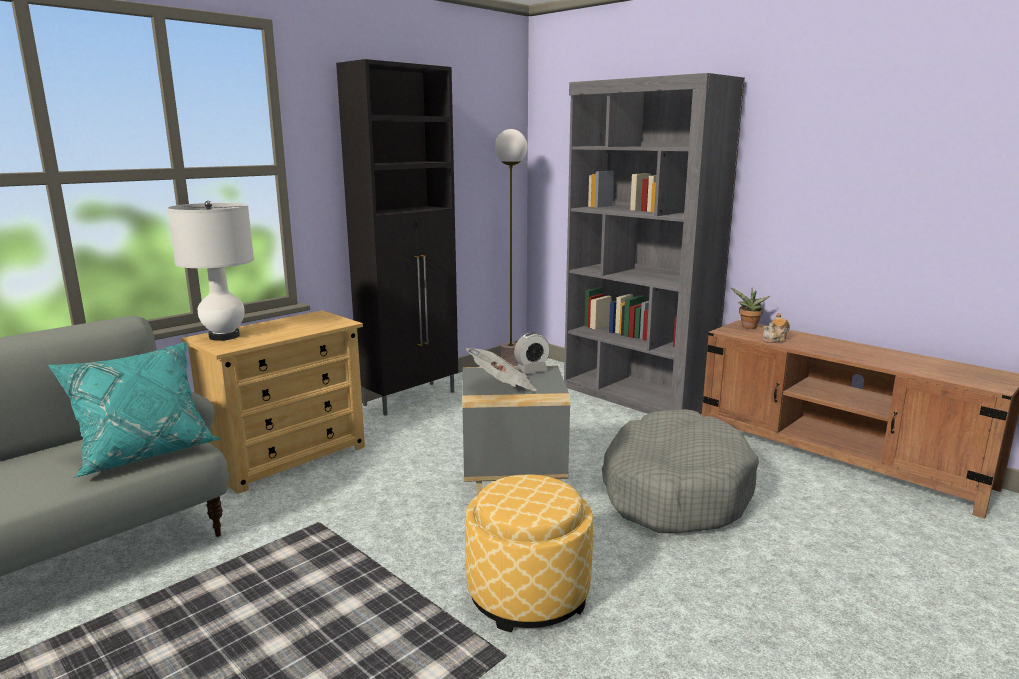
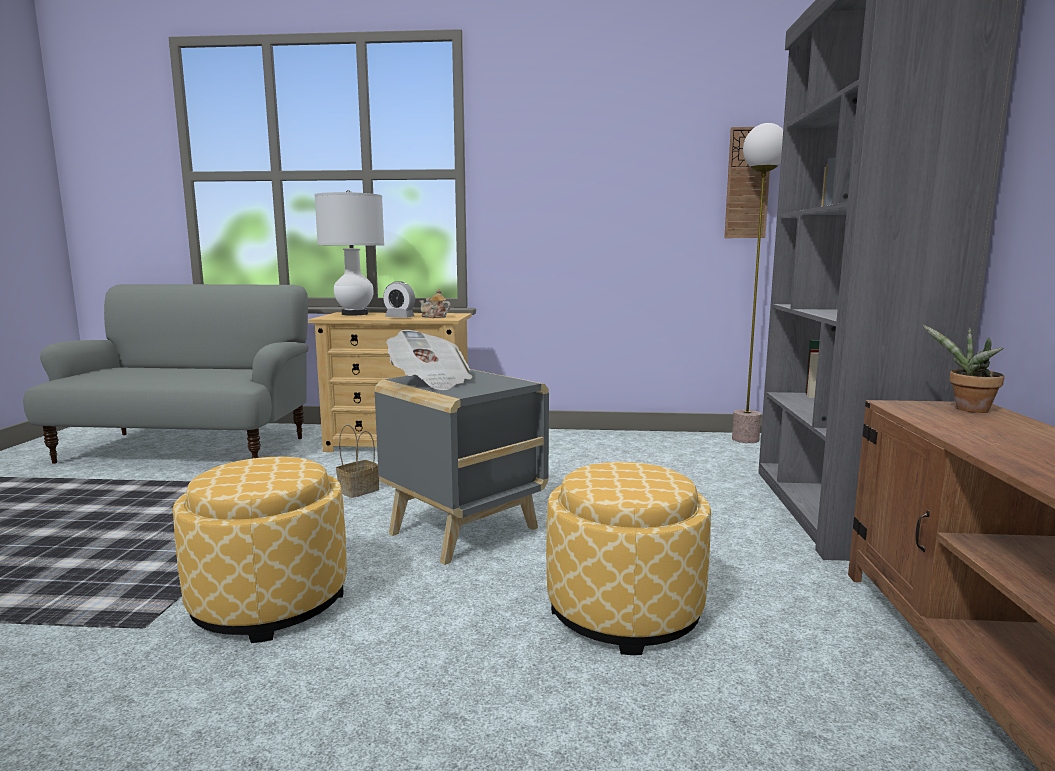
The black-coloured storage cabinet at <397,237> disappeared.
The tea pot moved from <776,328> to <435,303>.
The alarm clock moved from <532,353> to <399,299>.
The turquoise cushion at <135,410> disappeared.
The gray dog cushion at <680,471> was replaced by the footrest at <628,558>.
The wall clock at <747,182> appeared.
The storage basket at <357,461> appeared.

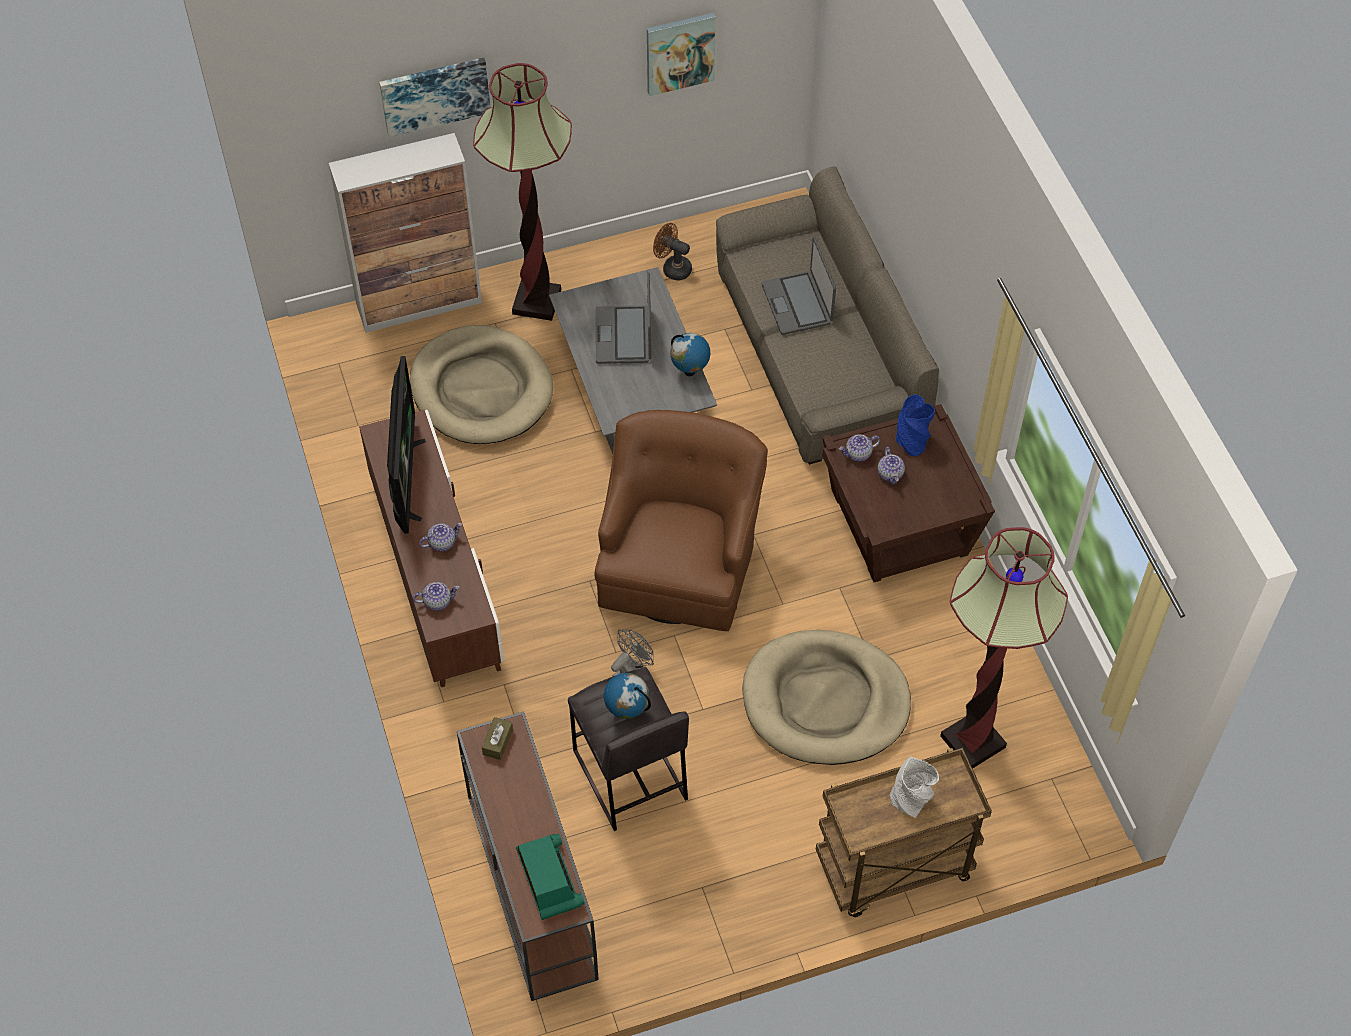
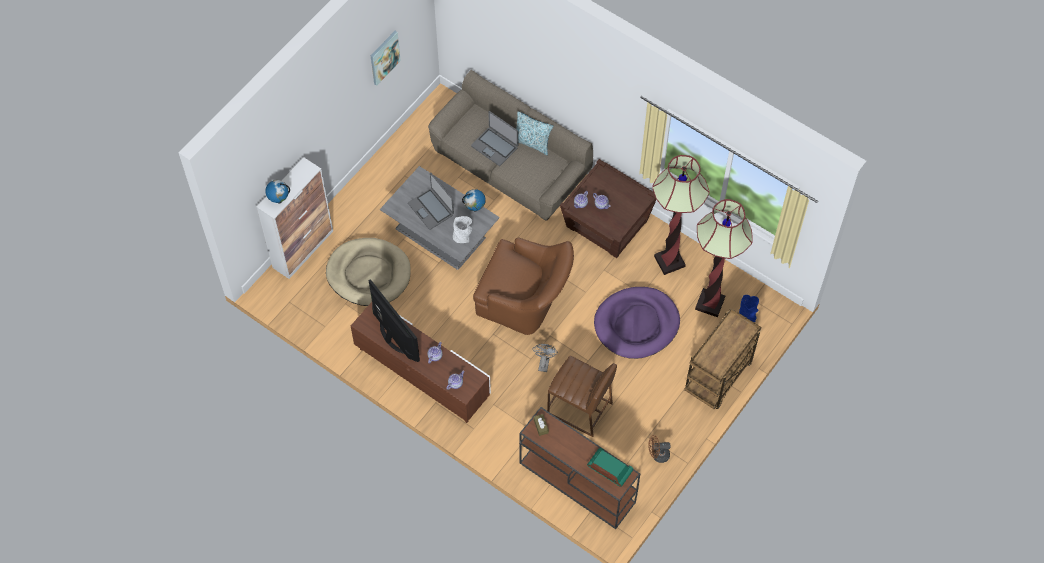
The wall picture at <434,97> disappeared.
The floor lamp moved from <522,192> to <680,215>.
The brown-coloured fan moved from <672,252> to <659,449>.
The bluish flower vase moved from <915,425> to <749,308>.
The brown-coloured lounge chair at <681,520> turned 135 degrees clockwise.
The beige dog cushion at <826,697> became the purple dog cushion at <637,323>.
The gray stool seat at <628,749> became the brown-coloured stool seat at <582,396>.
The world globe moved from <627,696> to <277,191>.
The gray flower vase moved from <914,787> to <462,229>.
The cushion at <534,133> appeared.

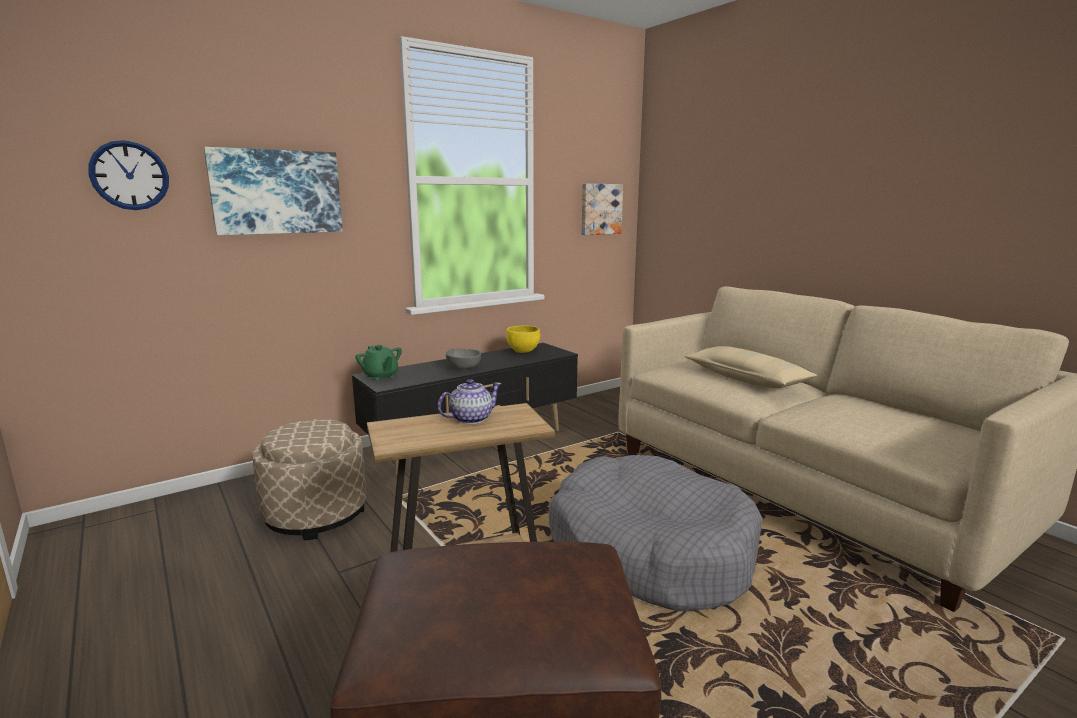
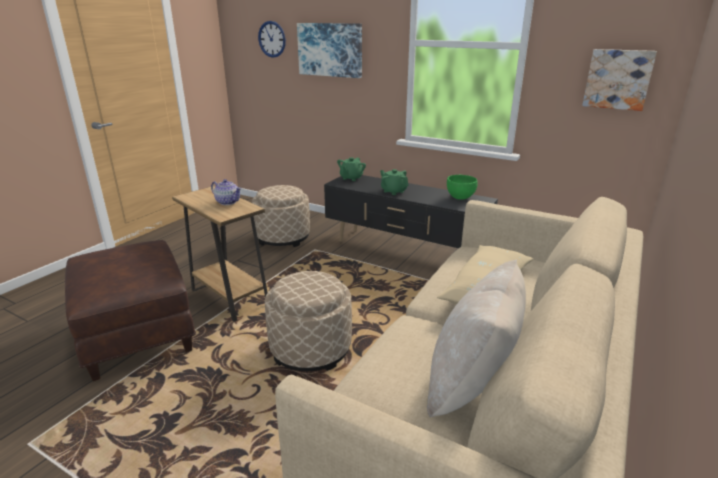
The yellow-coloured bowl at <523,339> became the green bowl at <462,187>.
The gray bowl at <463,358> was replaced by the green tea pot at <394,182>.
The gray dog cushion at <656,533> was replaced by the beige footrest at <308,321>.
The beige cushion at <476,338> appeared.

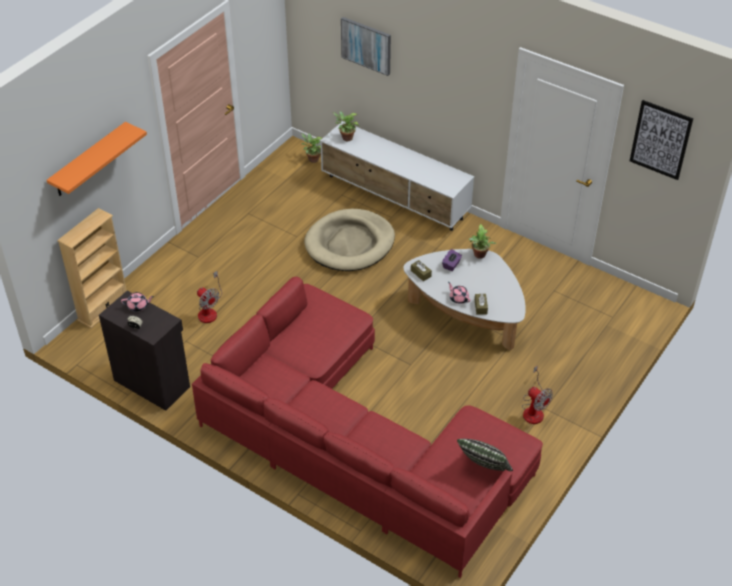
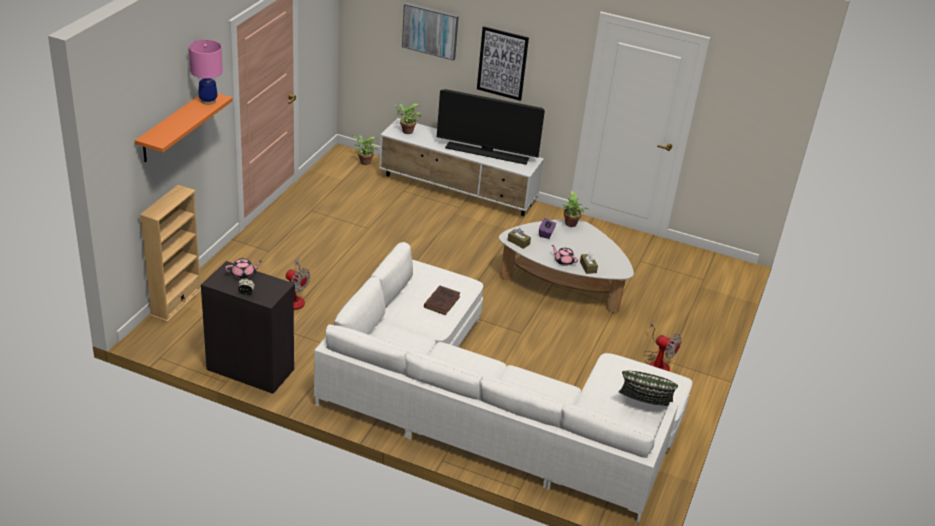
The wall picture moved from <661,140> to <503,63>.
The beige dog cushion at <349,240> disappeared.
The red settee at <367,427> became the white settee at <503,382>.
The pink-coloured table lamp at <206,72> appeared.
The TV set at <491,127> appeared.
The brown-coloured book at <442,300> appeared.

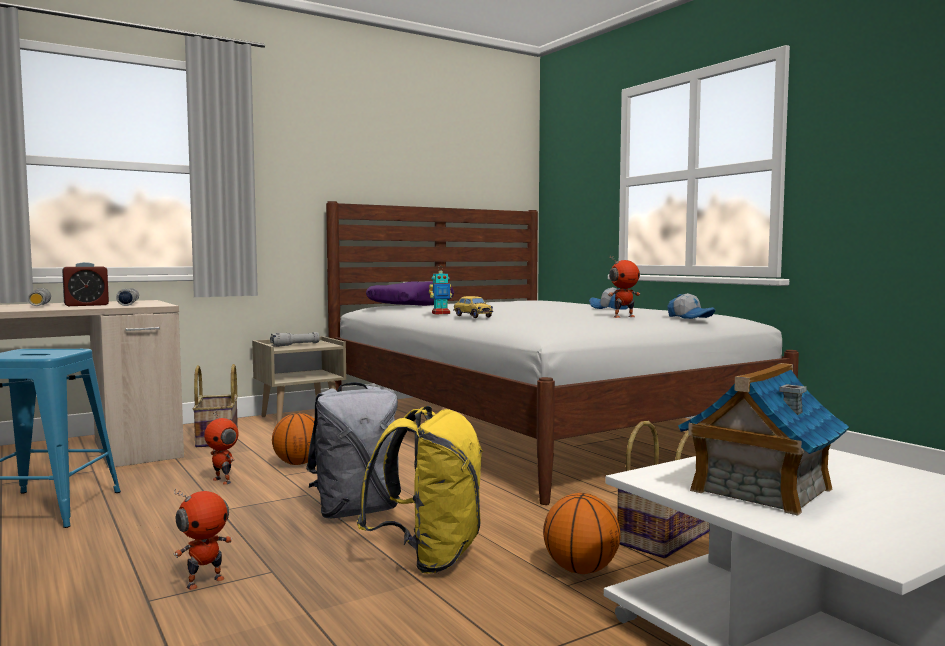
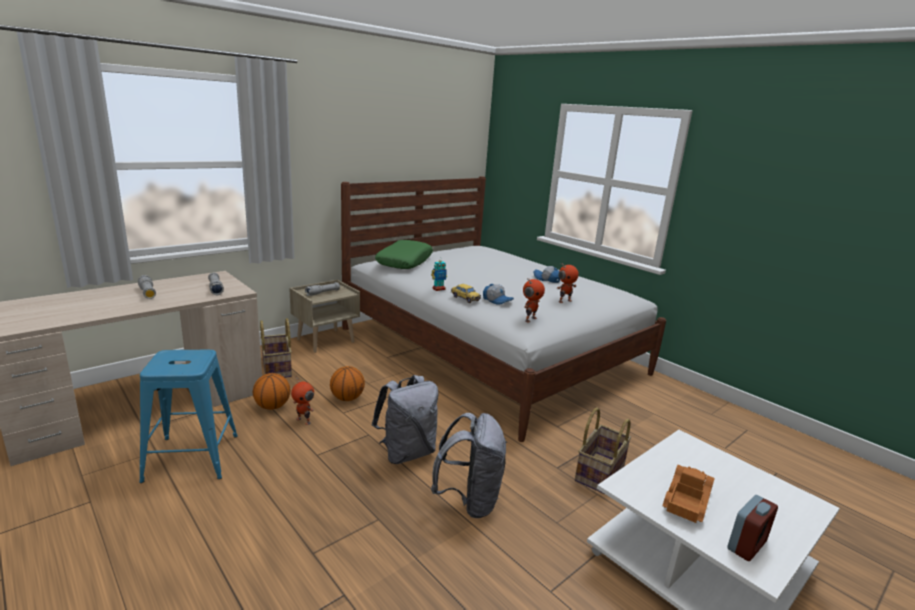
The alarm clock moved from <85,284> to <752,528>.
The purple cushion at <410,293> became the green cushion at <404,254>.
The cap moved from <691,306> to <498,294>.
The toy house at <763,439> was replaced by the toy lorry at <688,494>.
The yellow-coloured rucksack at <420,490> became the gray rucksack at <469,465>.
The robot figure moved from <203,539> to <534,300>.
The basketball moved from <581,533> to <271,391>.

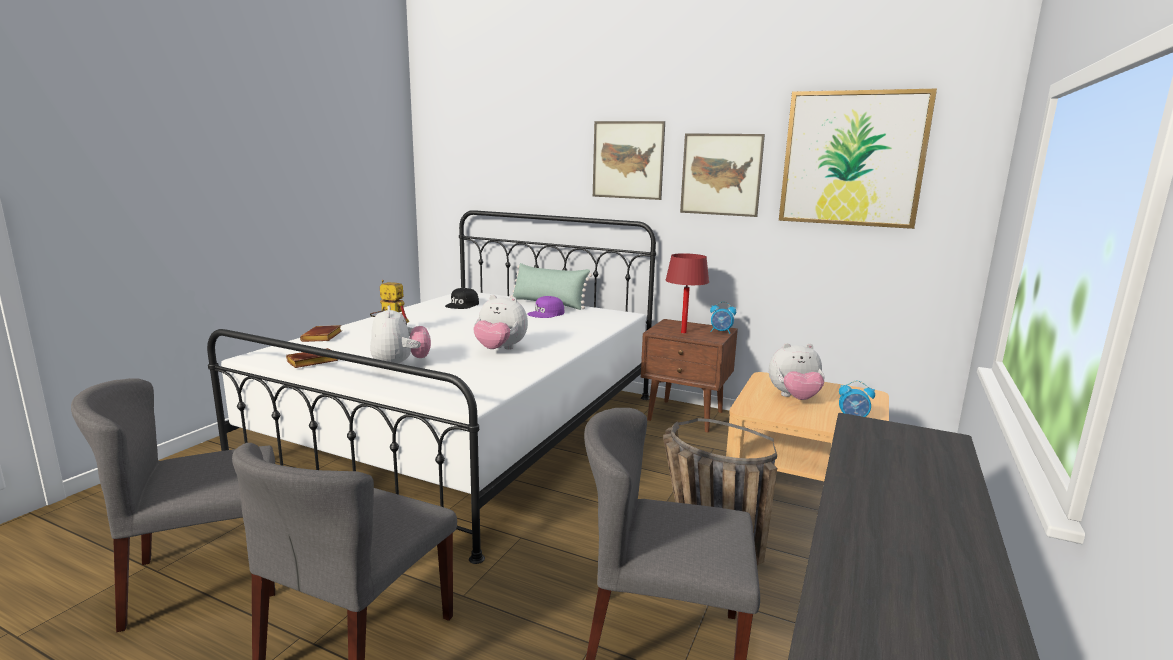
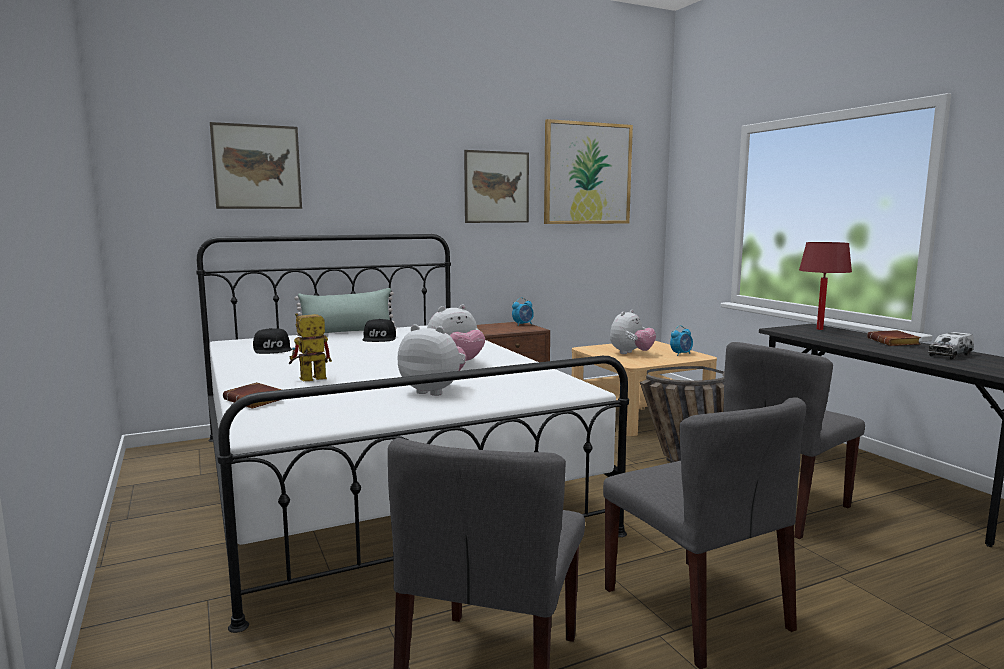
The wall picture moved from <629,160> to <256,165>.
The red table lamp moved from <687,293> to <825,286>.
The purple cap at <546,307> became the black-coloured cap at <379,330>.
The brown-coloured book moved from <312,358> to <894,338>.
The toy lorry at <951,346> appeared.

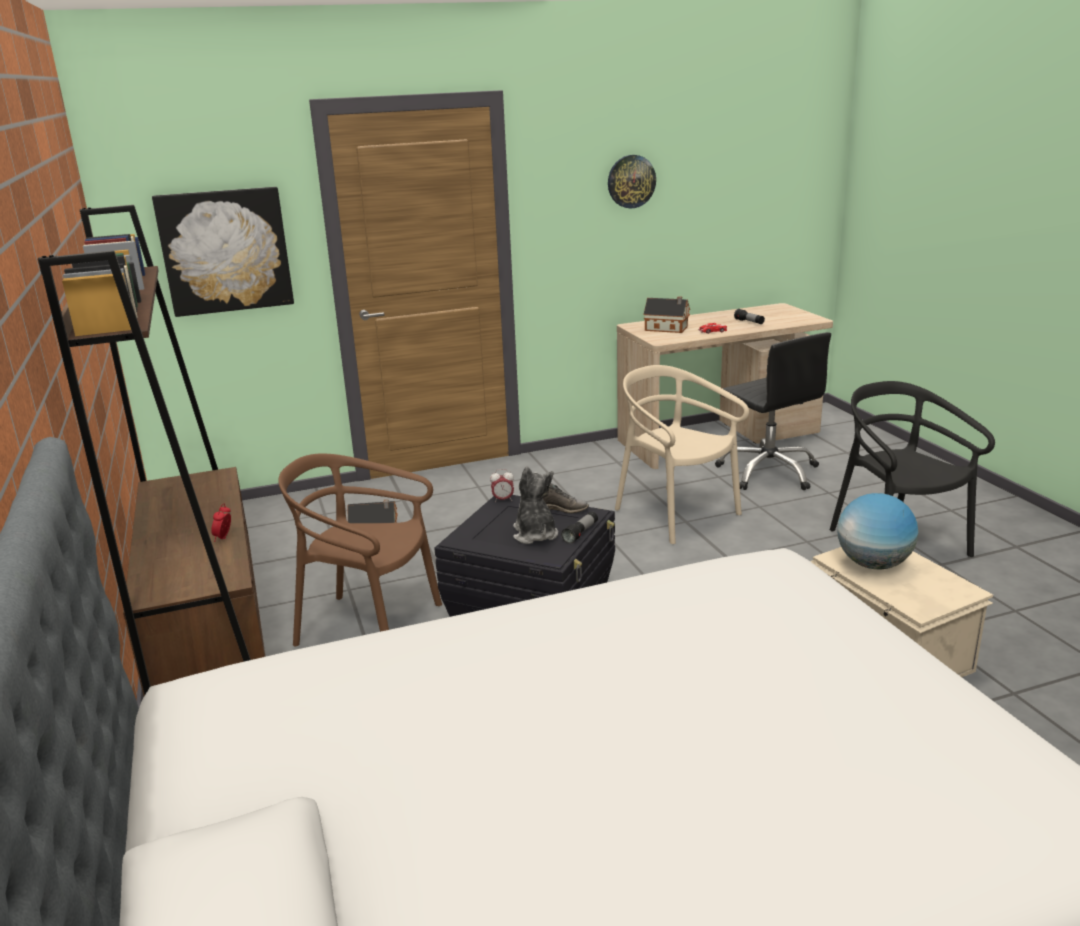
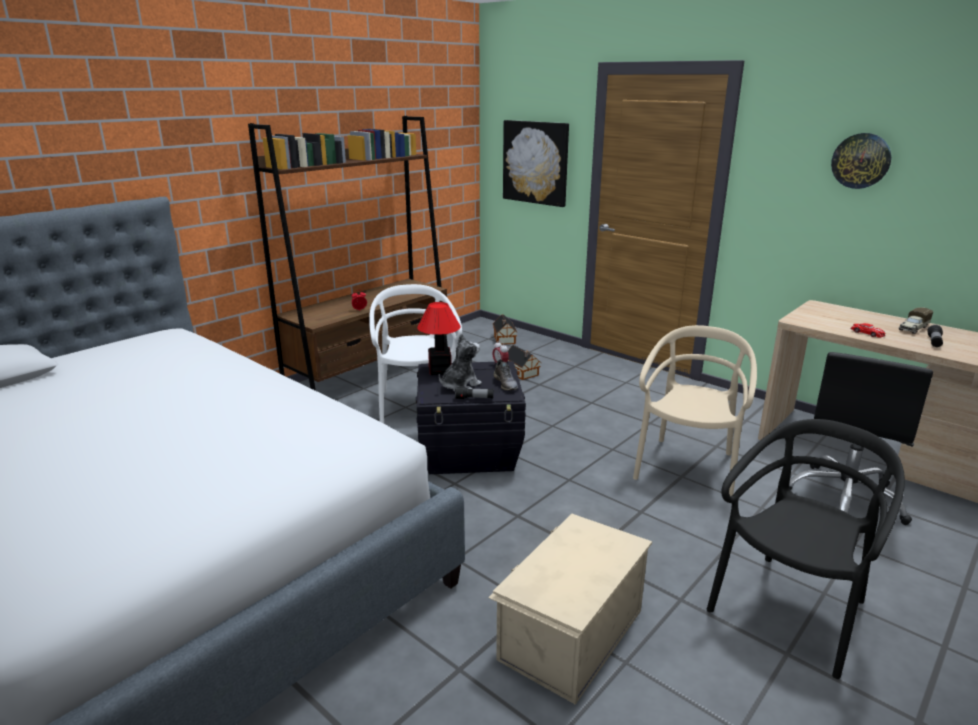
The toy house moved from <666,314> to <505,329>.
The brown-coloured upright chair at <360,549> became the white upright chair at <415,353>.
The world globe at <877,531> disappeared.
The table lamp at <439,338> appeared.
The toy lorry at <916,320> appeared.

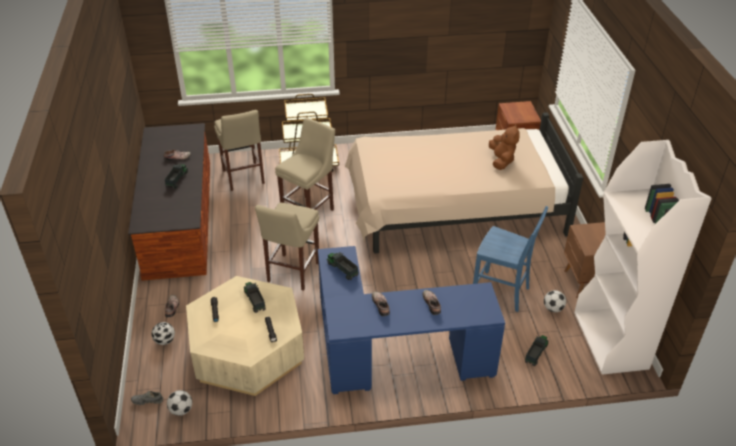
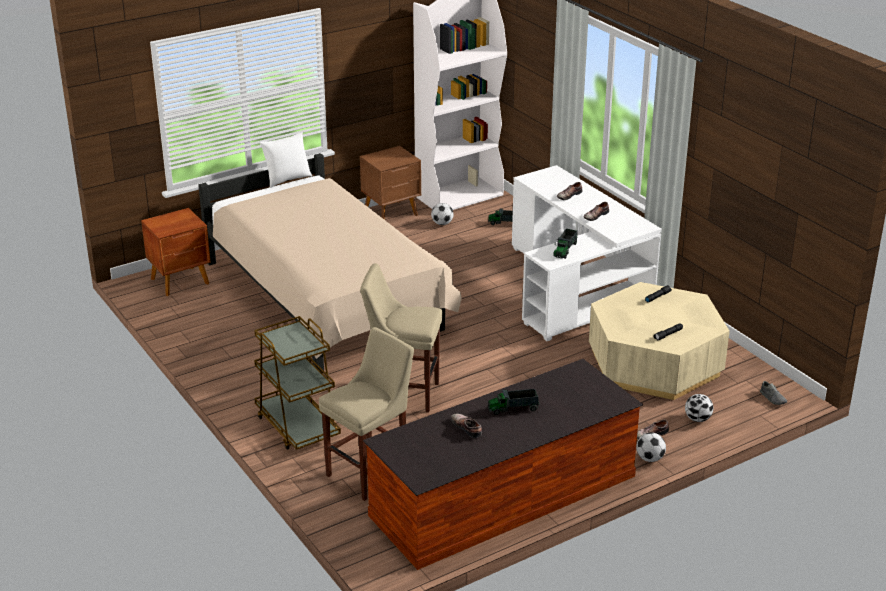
The brown-coloured soft toy at <504,147> disappeared.
The beige stool seat at <287,246> disappeared.
The bluish upright chair at <510,259> disappeared.
The bluish desk table at <411,320> became the white desk table at <587,253>.
The toy lorry at <255,297> disappeared.
The ball for football moved from <179,403> to <651,447>.
The white cushion at <285,160> appeared.

